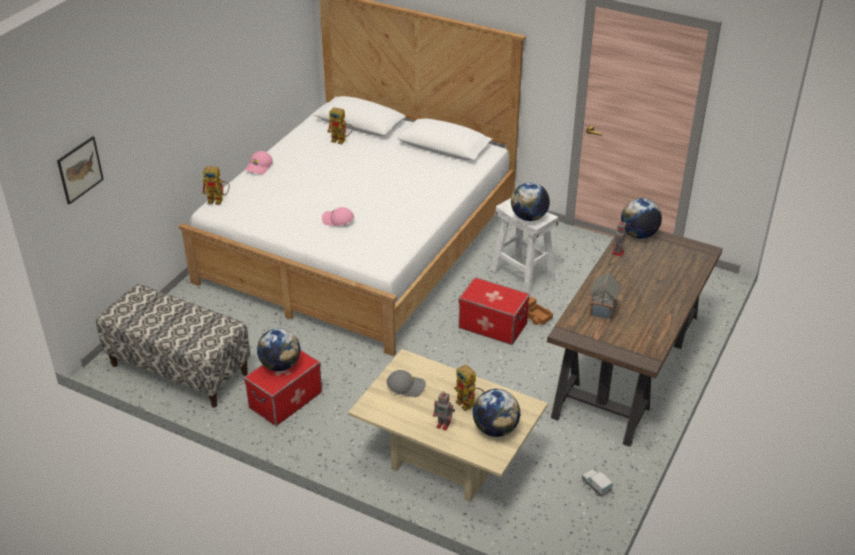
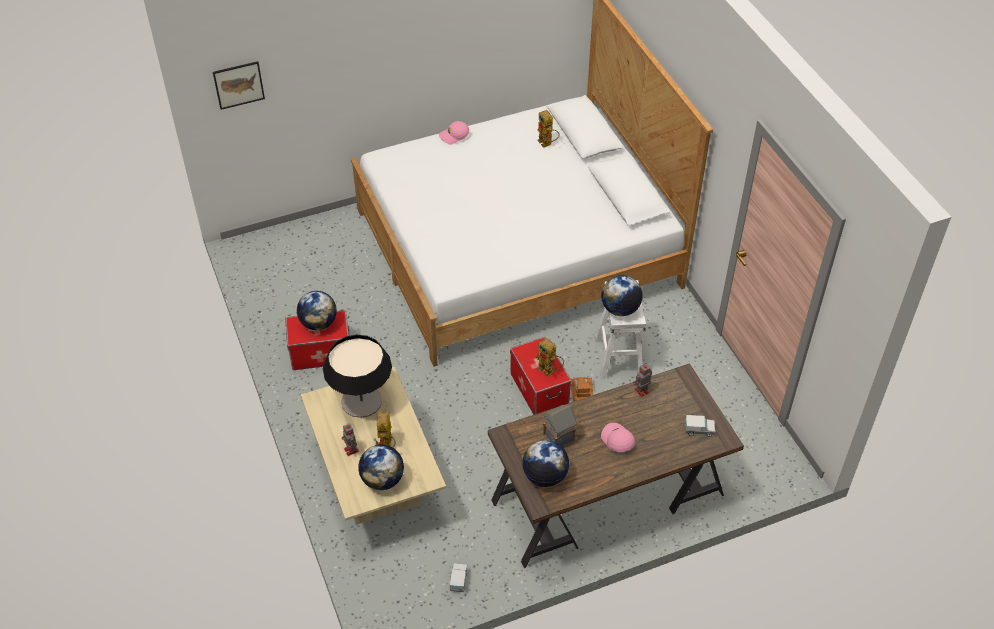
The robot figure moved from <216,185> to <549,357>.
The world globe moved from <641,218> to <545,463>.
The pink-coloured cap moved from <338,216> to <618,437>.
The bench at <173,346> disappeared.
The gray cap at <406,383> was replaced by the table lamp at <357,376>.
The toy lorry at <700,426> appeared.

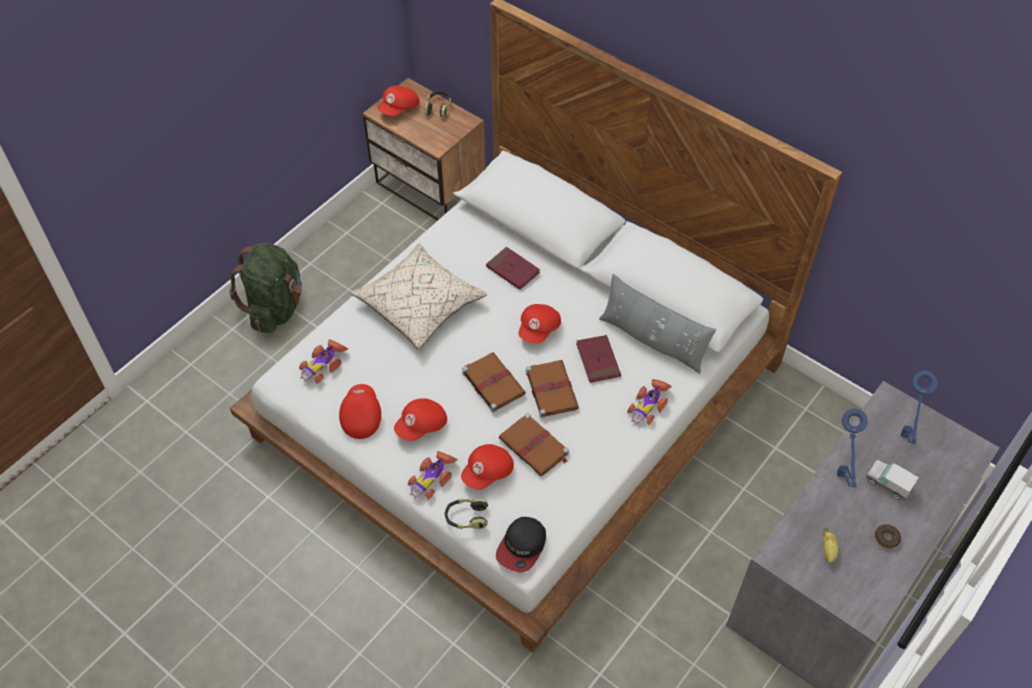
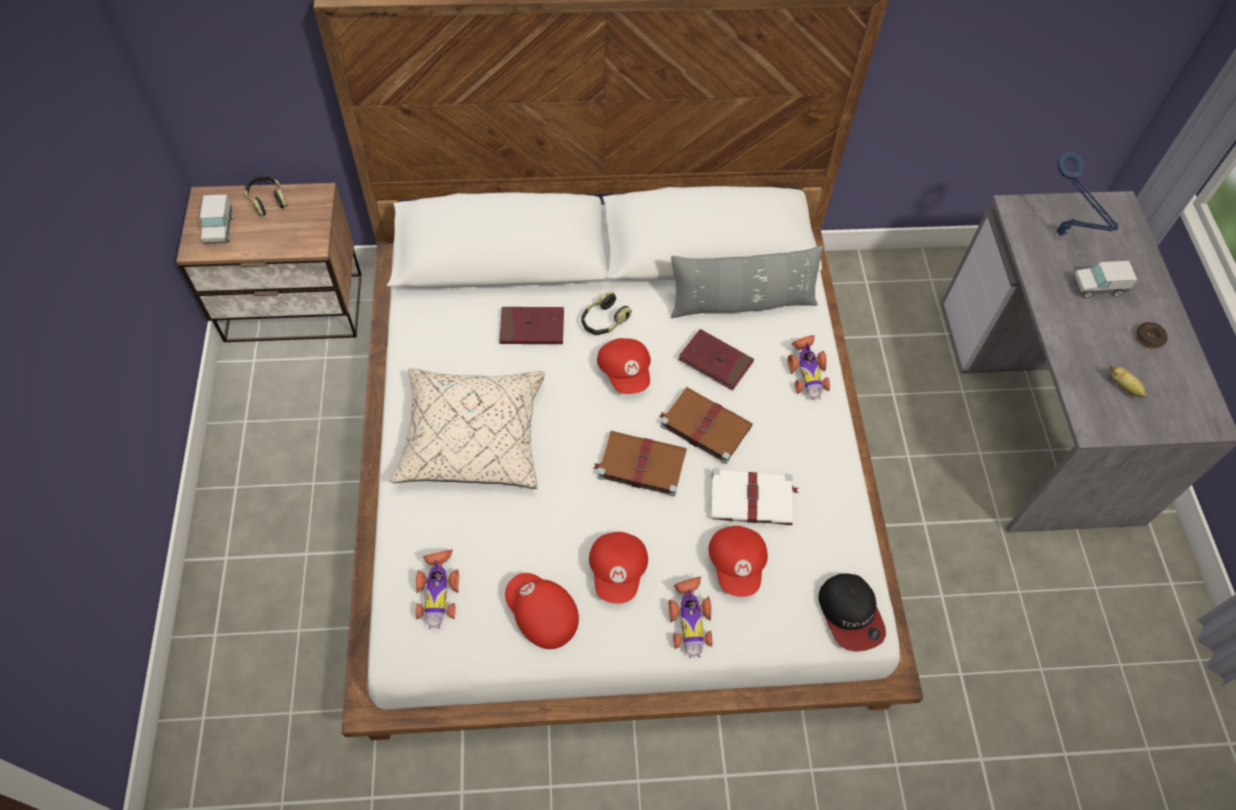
The red cap at <399,101> was replaced by the toy lorry at <216,219>.
The green rucksack at <265,288> disappeared.
The bluish table lamp at <852,448> disappeared.
The brown-coloured book at <534,444> became the white book at <754,496>.
The headset moved from <466,514> to <606,313>.

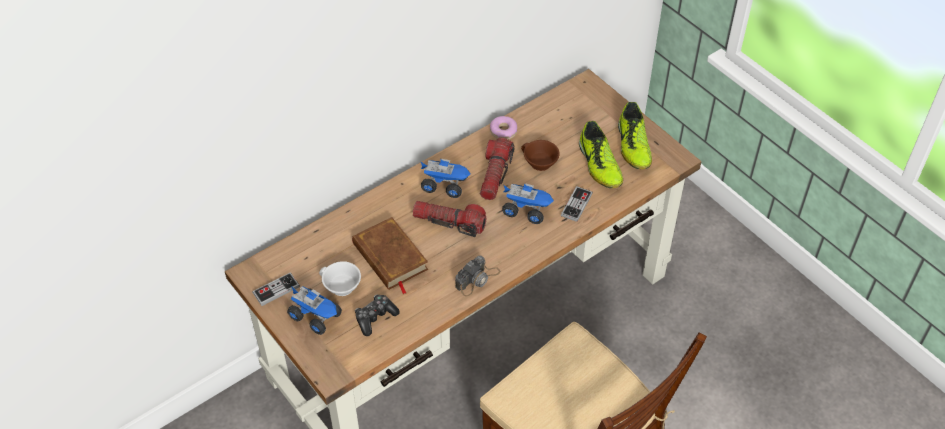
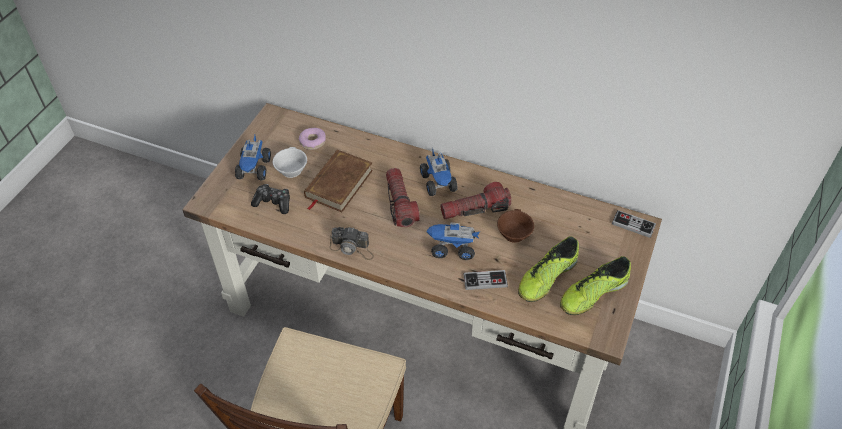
The doughnut moved from <503,127> to <312,139>.
The toy lorry at <528,203> turned 105 degrees clockwise.
The gamepad moved from <276,289> to <634,224>.

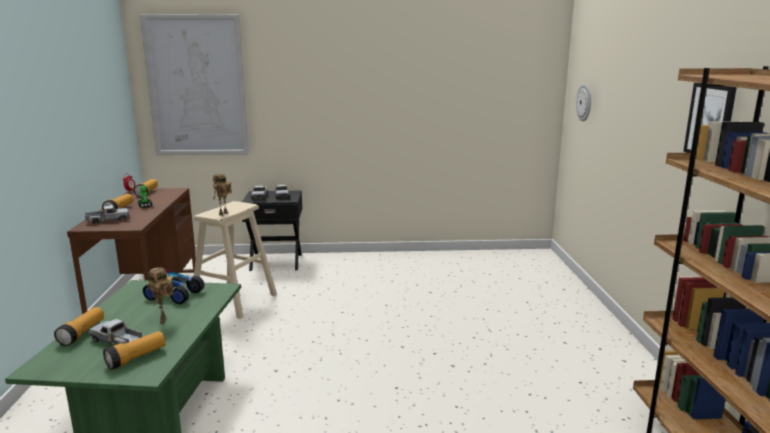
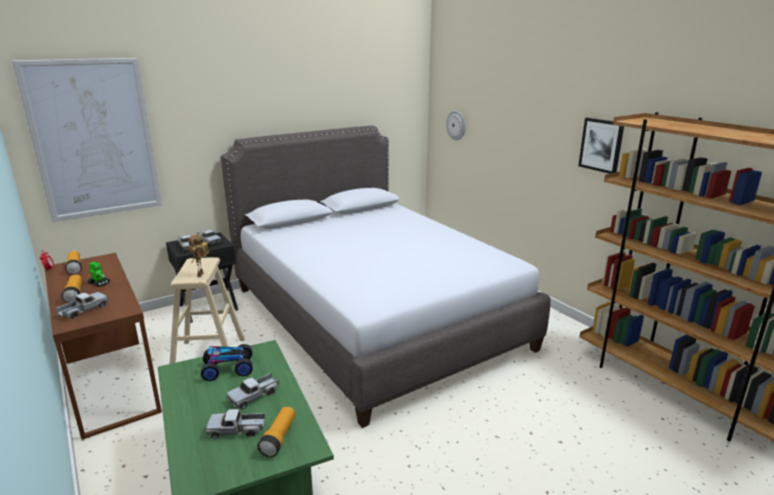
The robot figure at <160,296> was replaced by the toy lorry at <253,391>.
The hand torch at <79,326> disappeared.
The gray bedroom bed at <386,277> appeared.

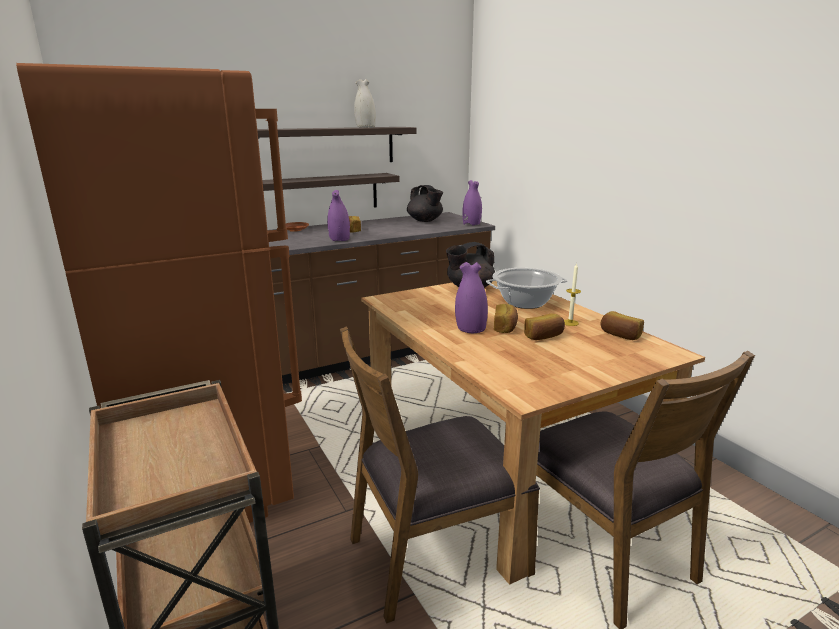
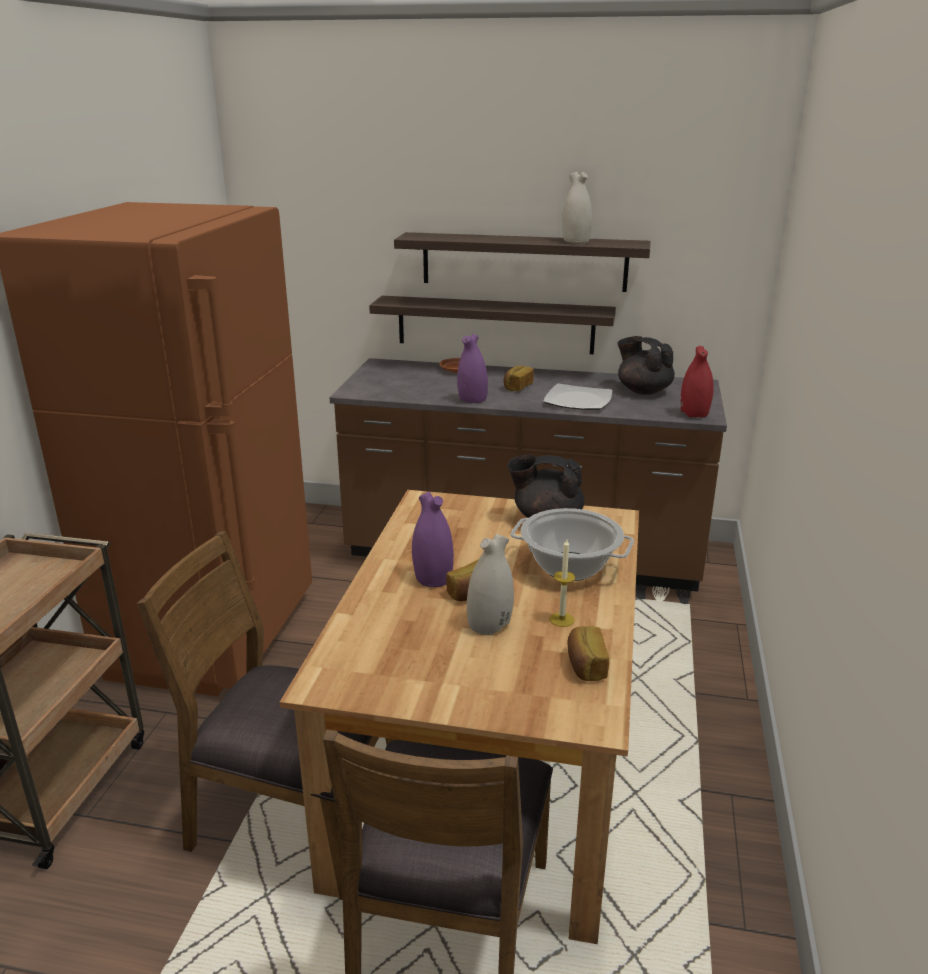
The purple flower vase at <472,202> became the red flower vase at <697,382>.
The black-coloured tea pot at <425,203> turned 135 degrees clockwise.
The bread at <544,326> was replaced by the white flower vase at <490,584>.
The dinner plate at <578,396> appeared.

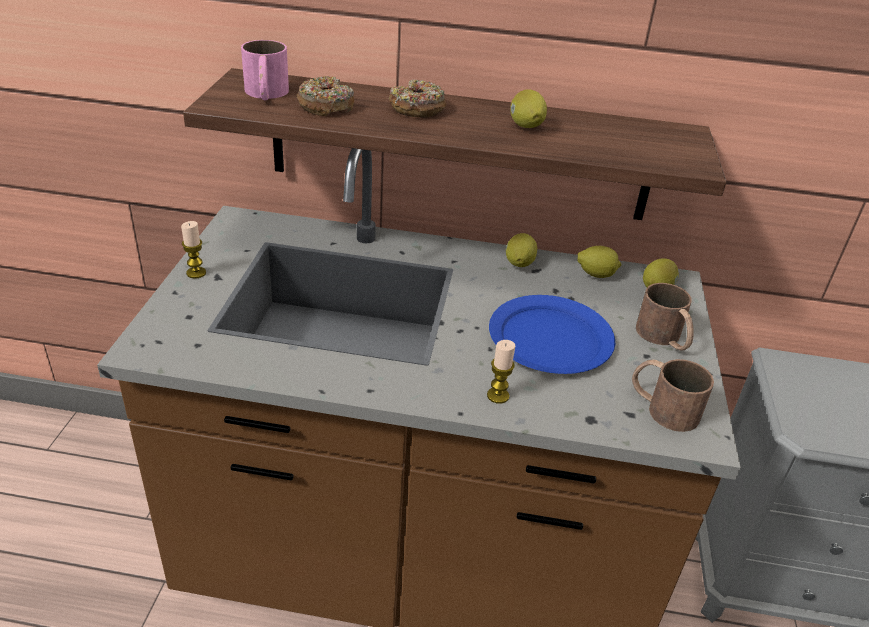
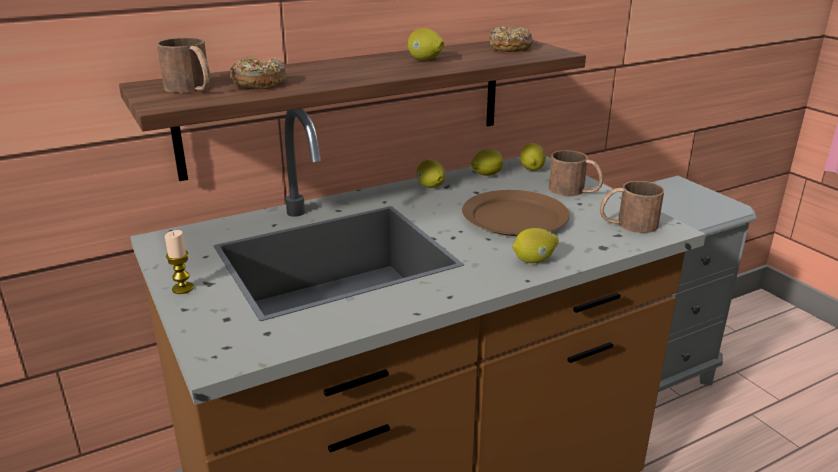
The pink-coloured coffee mug at <265,70> became the brown-coloured coffee mug at <184,65>.
The doughnut moved from <418,99> to <511,39>.
The bluish dinner plate at <552,334> became the brown-coloured dinner plate at <516,213>.
The wax candle at <501,372> was replaced by the citrus fruit at <535,245>.

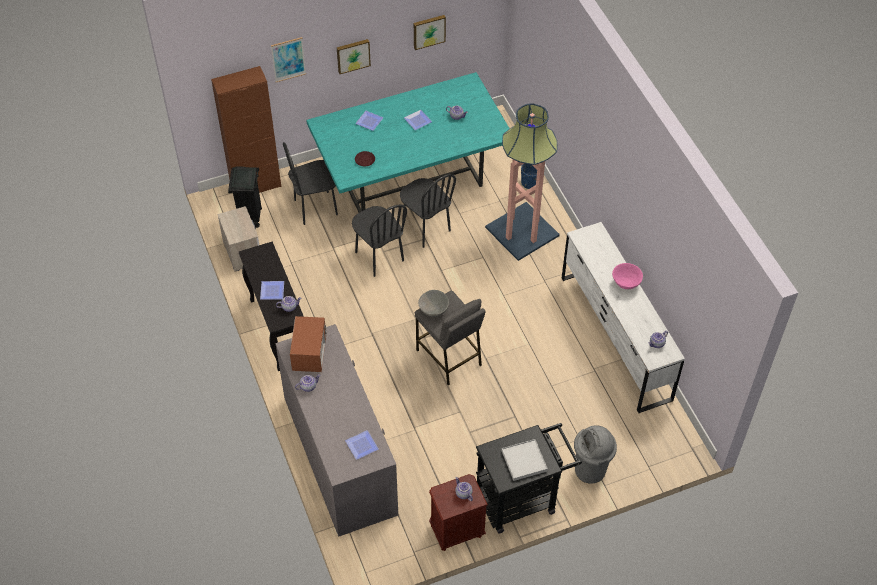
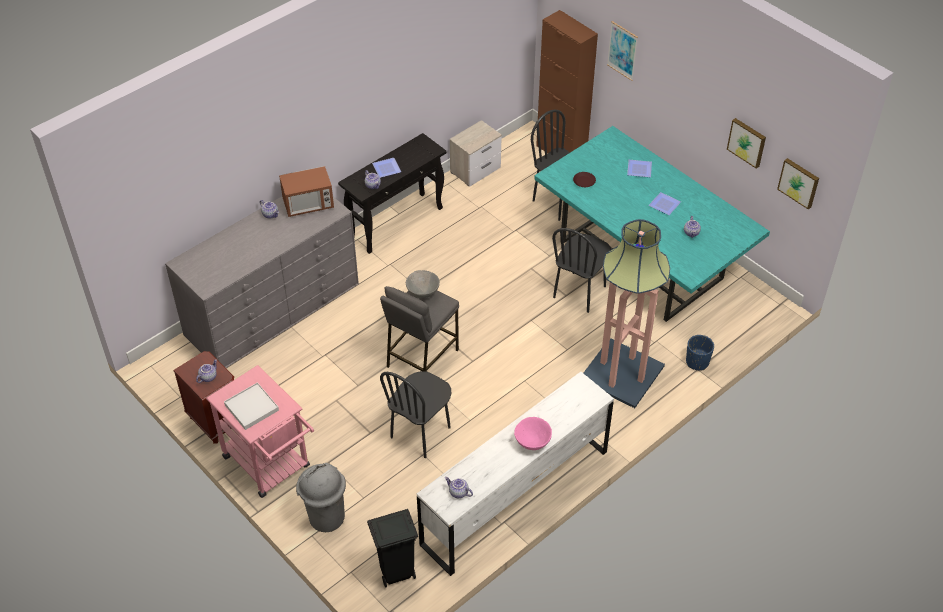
The wall picture moved from <354,56> to <798,184>.
The black-coloured rubbish bin moved from <245,197> to <392,548>.
The black-coloured upright chair moved from <379,240> to <416,414>.
The black-coloured wheeled cart at <529,478> became the pink-coloured wheeled cart at <260,431>.
The dinner plate at <362,445> disappeared.

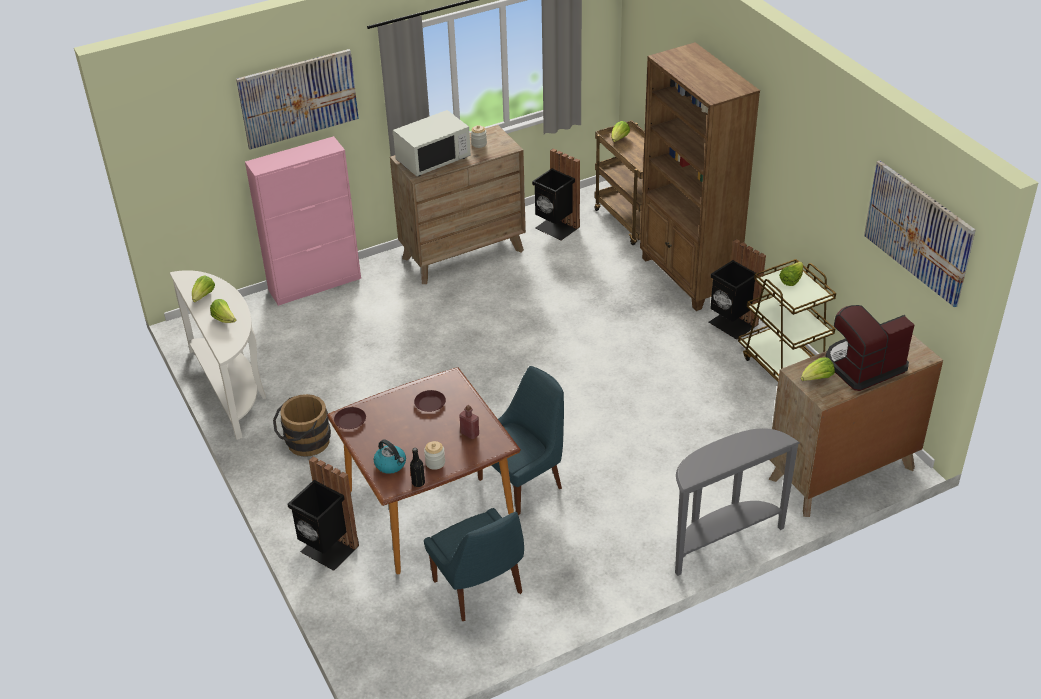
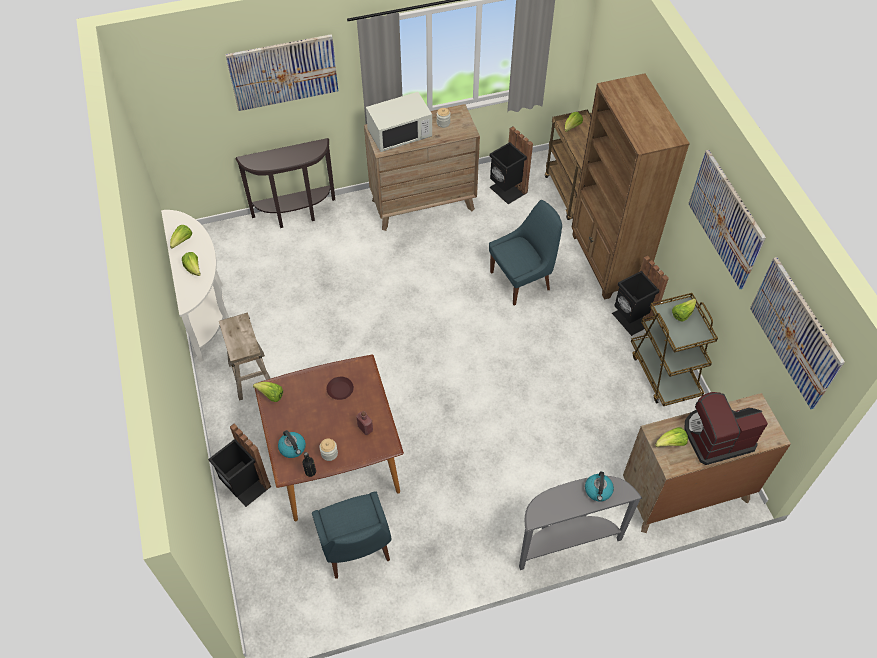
The pink-coloured storage cabinet at <303,221> was replaced by the brown-coloured hall table at <285,183>.
The bluish upright chair moved from <520,440> to <525,252>.
The brown-coloured water bucket at <302,425> was replaced by the beige stool seat at <245,356>.
The brown-coloured dinner plate at <350,418> was replaced by the lettuce head at <268,392>.
The wall picture at <727,219> appeared.
The tea kettle at <599,486> appeared.

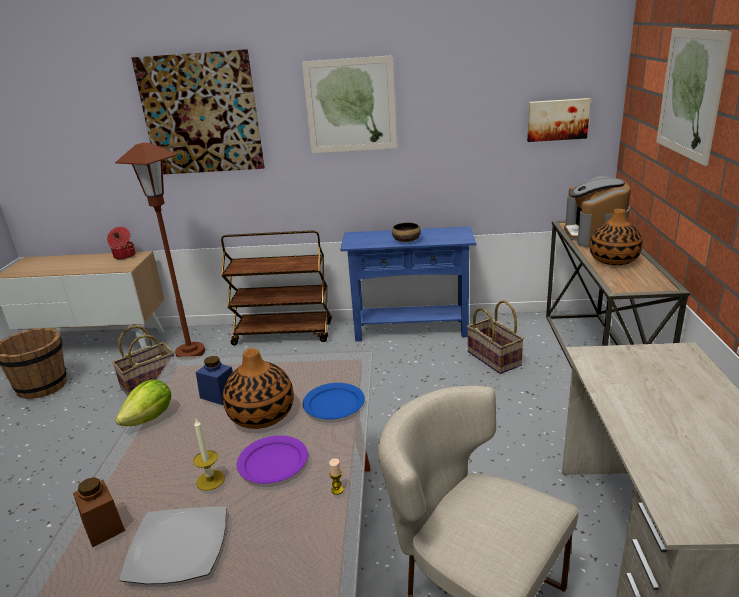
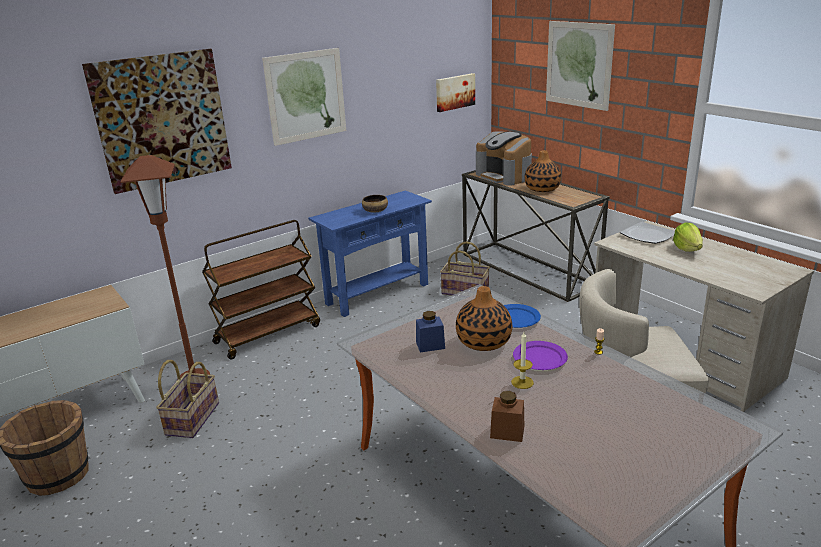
The cooking pot at <121,243> disappeared.
The lettuce head moved from <143,403> to <688,237>.
The dinner plate moved from <172,545> to <647,233>.

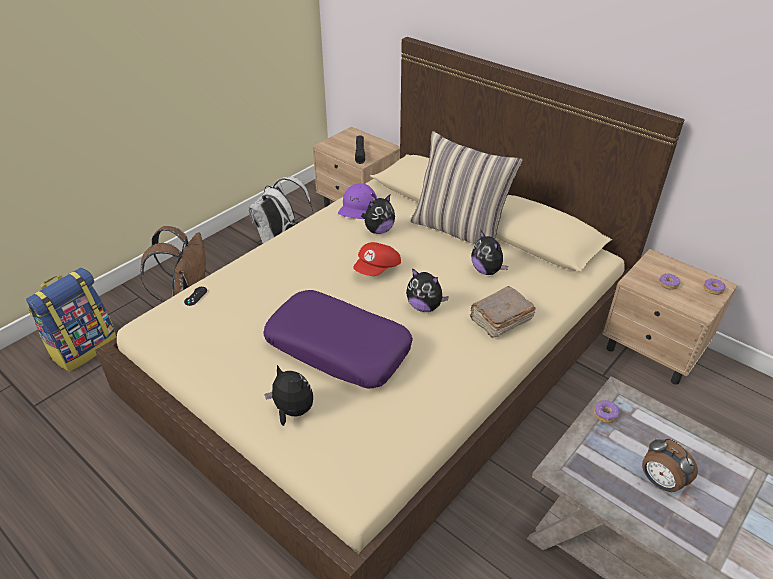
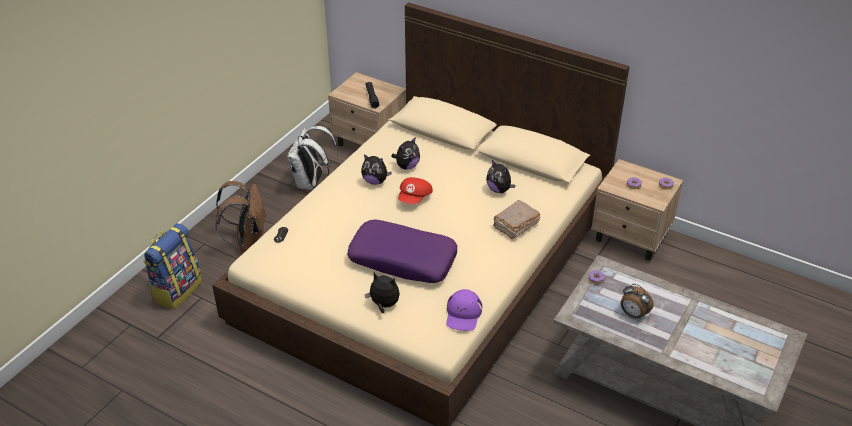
The cushion at <467,187> disappeared.
The purple cap moved from <357,201> to <464,310>.
The soft toy moved from <427,290> to <376,169>.

